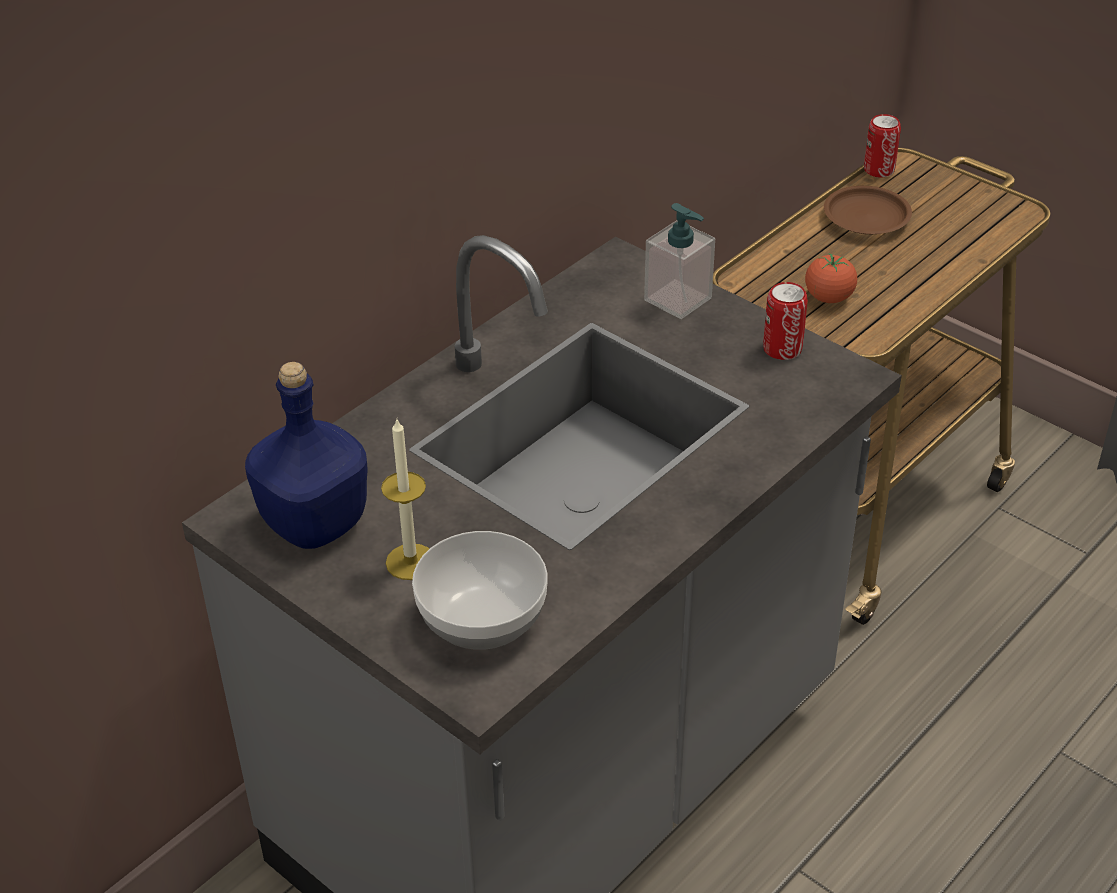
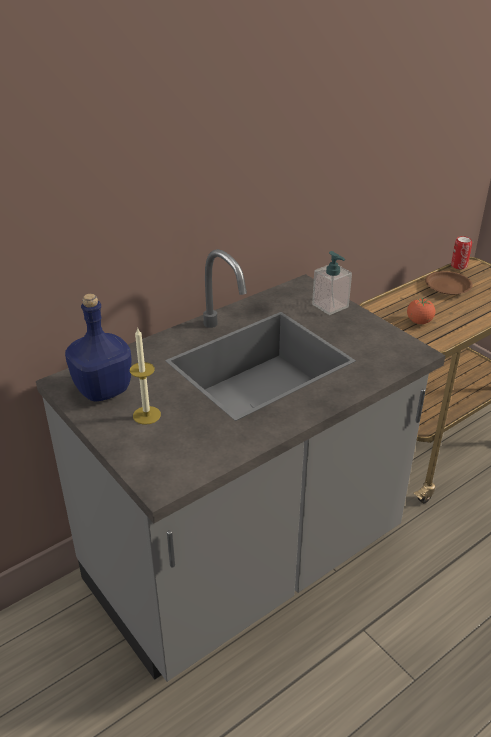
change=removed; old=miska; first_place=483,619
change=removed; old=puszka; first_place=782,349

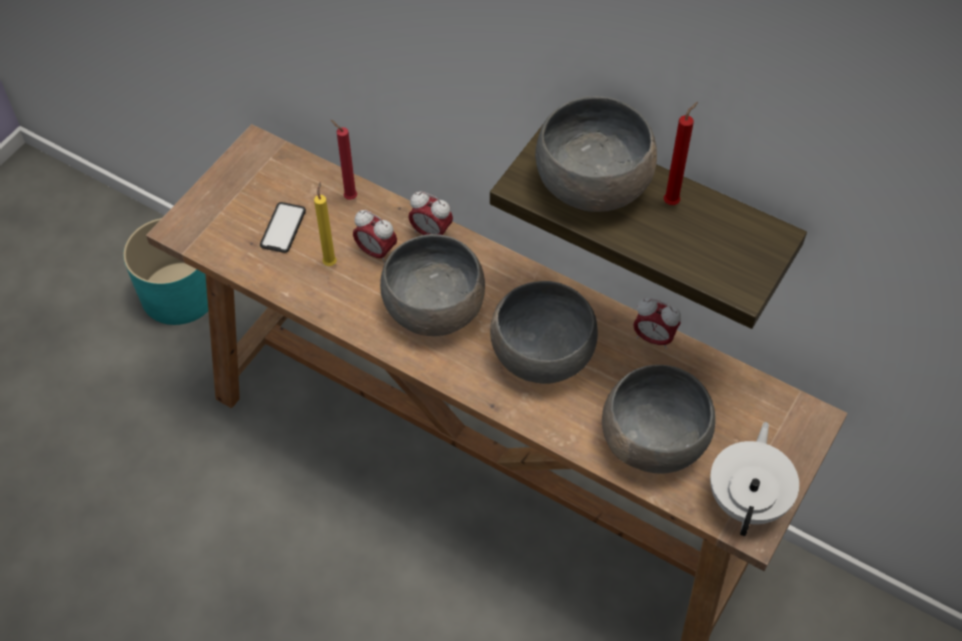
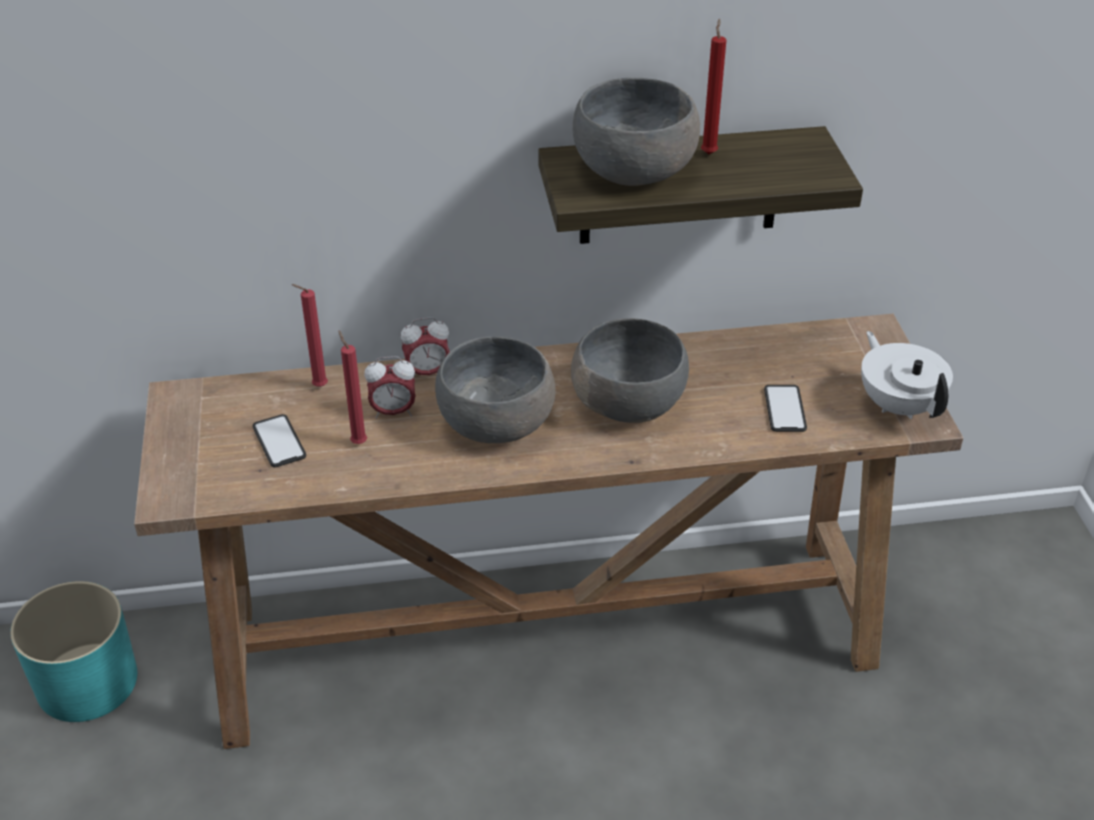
change=recoloured; old=świeca (żółty); new=świeca (czerwony); first_place=330,262; second_place=358,442
change=replaced; old=miska (szary); new=telefon; first_place=653,440; second_place=785,409
change=removed; old=budzik; first_place=653,338

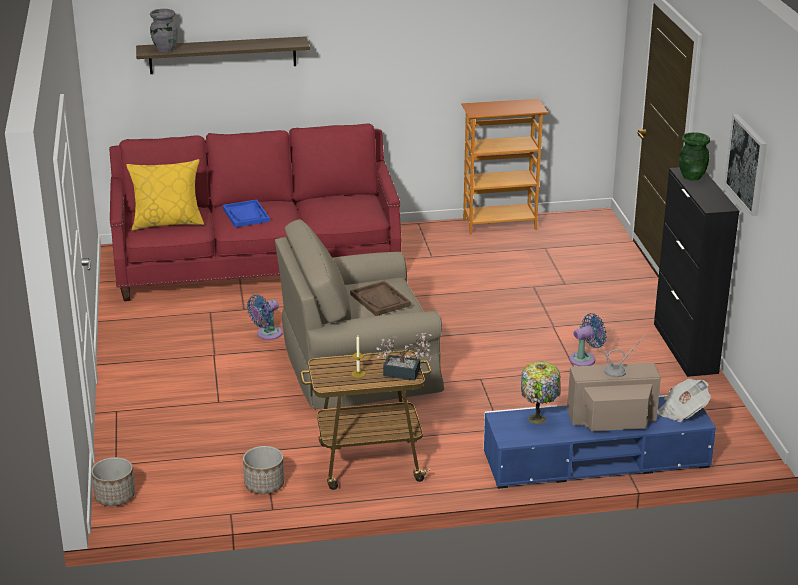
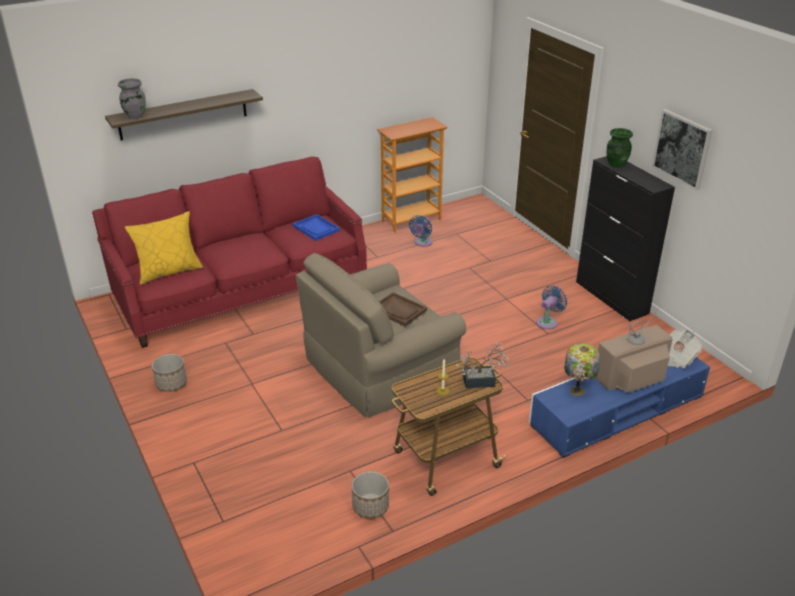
change=moved; old=donica; first_place=114,496; second_place=171,384
change=moved; old=taca (niebieski); first_place=246,215; second_place=316,228
change=moved; old=wentylator (niebieski); first_place=267,334; second_place=422,243

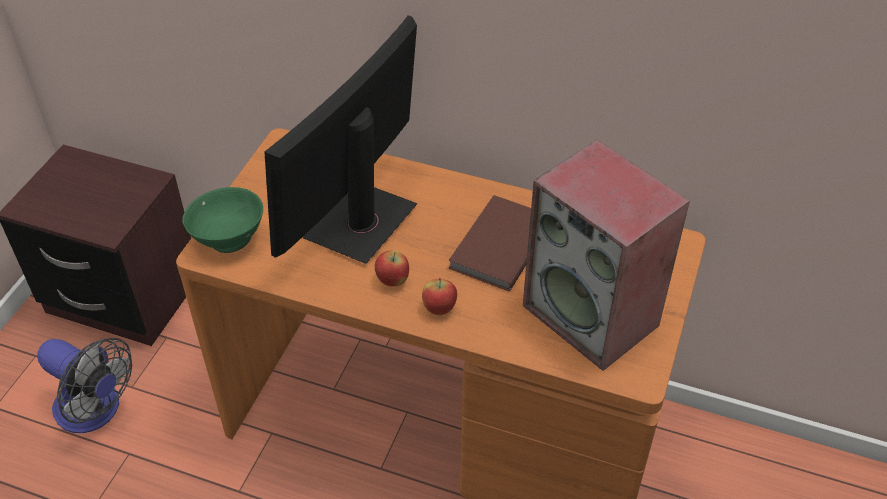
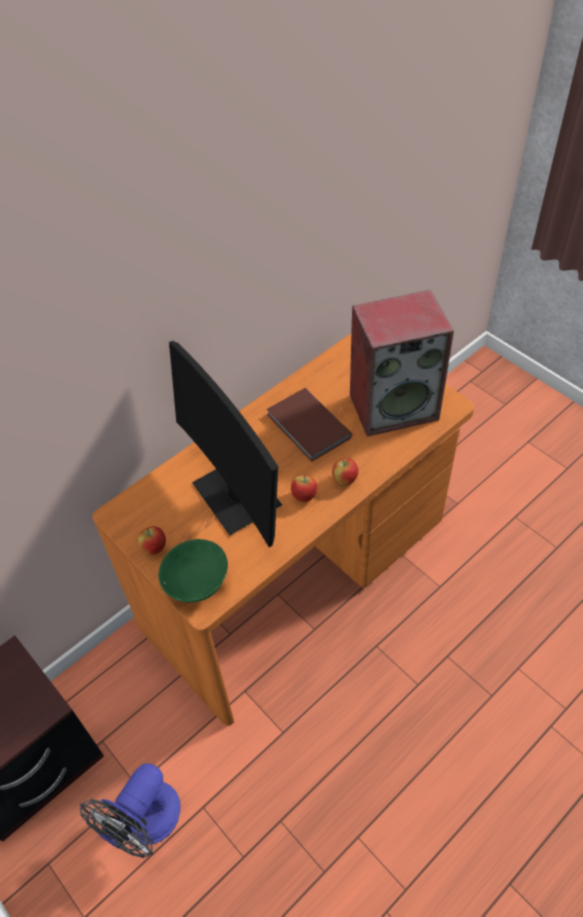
change=turned; old=wentylator; first_place=95,411; second_place=144,823; degrees=150
change=added; new=jabłko; second_place=154,548

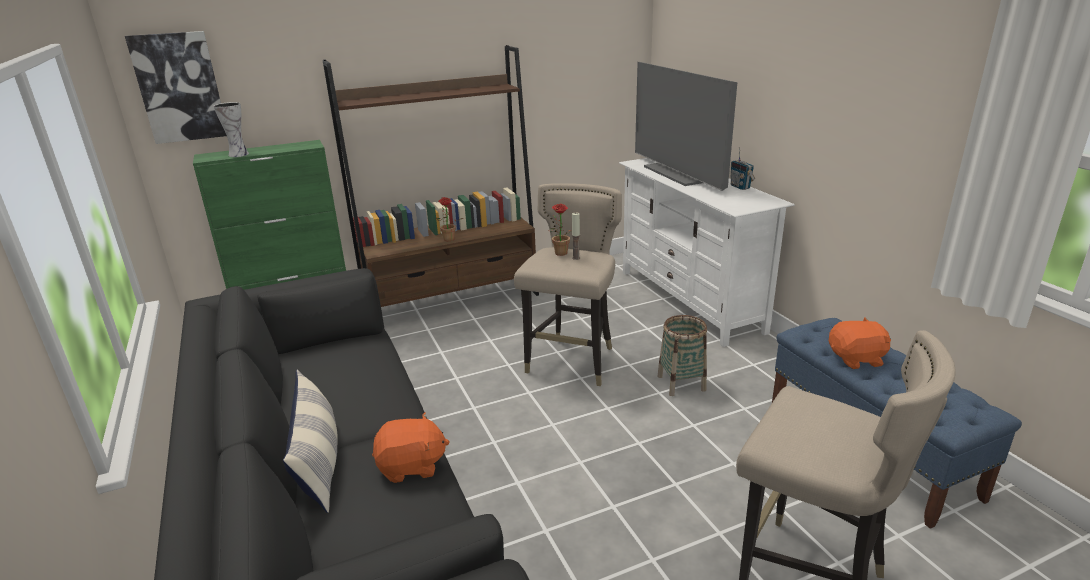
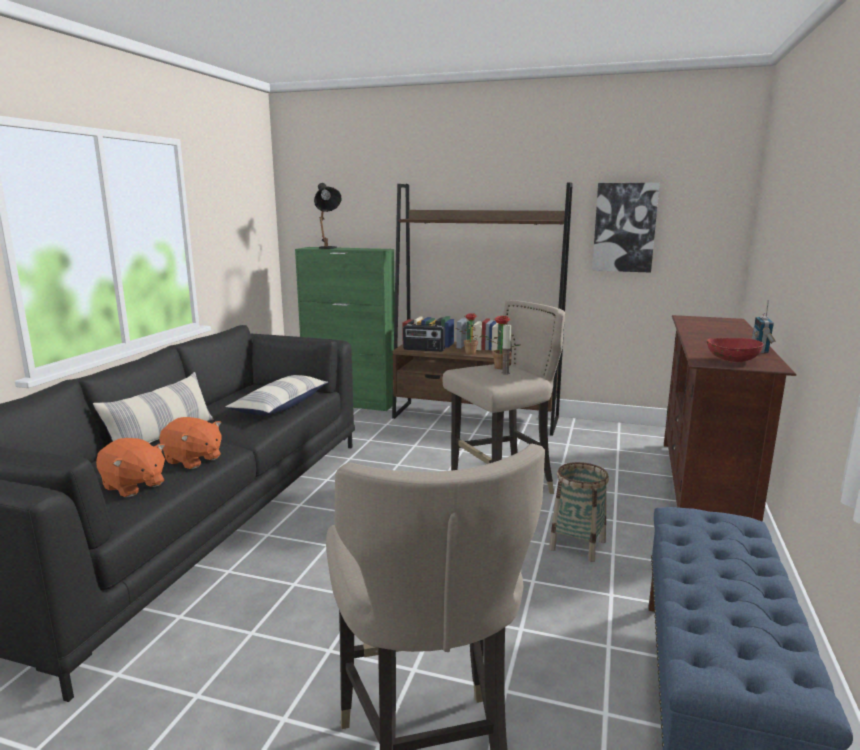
change=moved; old=pluszak (pomarańczowy); first_place=856,359; second_place=133,486
change=added; new=poduszka; second_place=281,405
change=replaced; old=wazon; new=lampa stołowa (czarny); first_place=238,154; second_place=328,248
change=added; new=radio; second_place=423,350
change=moved; old=obraz; first_place=179,87; second_place=624,227
change=recoloured; old=szafka pod telewizor (biały); new=szafka pod telewizor (brązowy); first_place=690,300; second_place=703,488
change=added; new=miska (czerwony); second_place=732,361
change=removed; old=telewizor; first_place=680,173

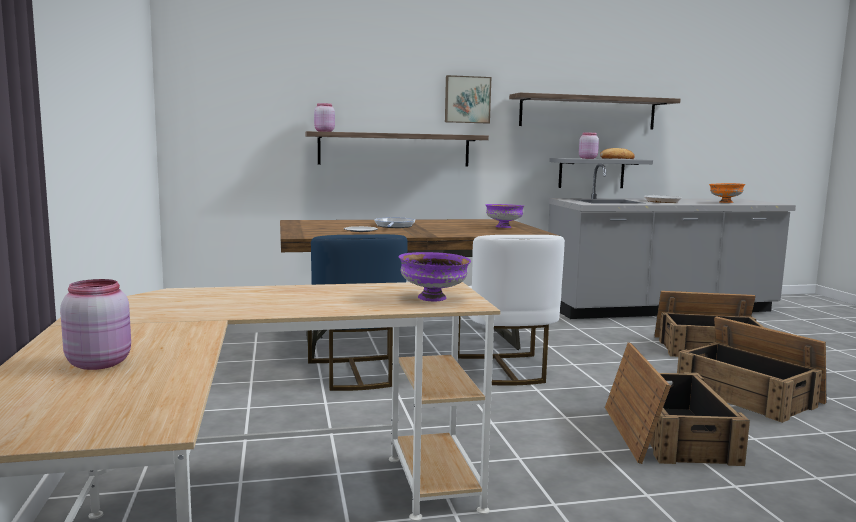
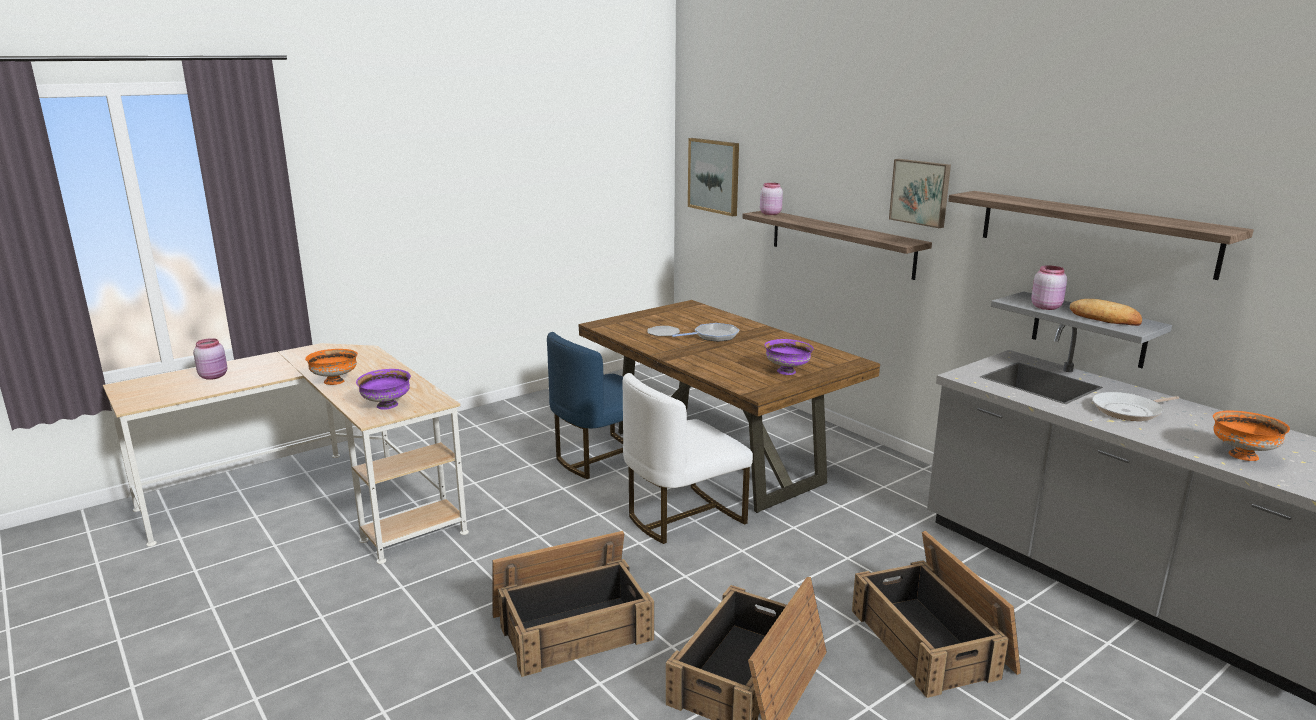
change=added; new=miska (pomarańczowy); second_place=334,381
change=added; new=obraz; second_place=714,176

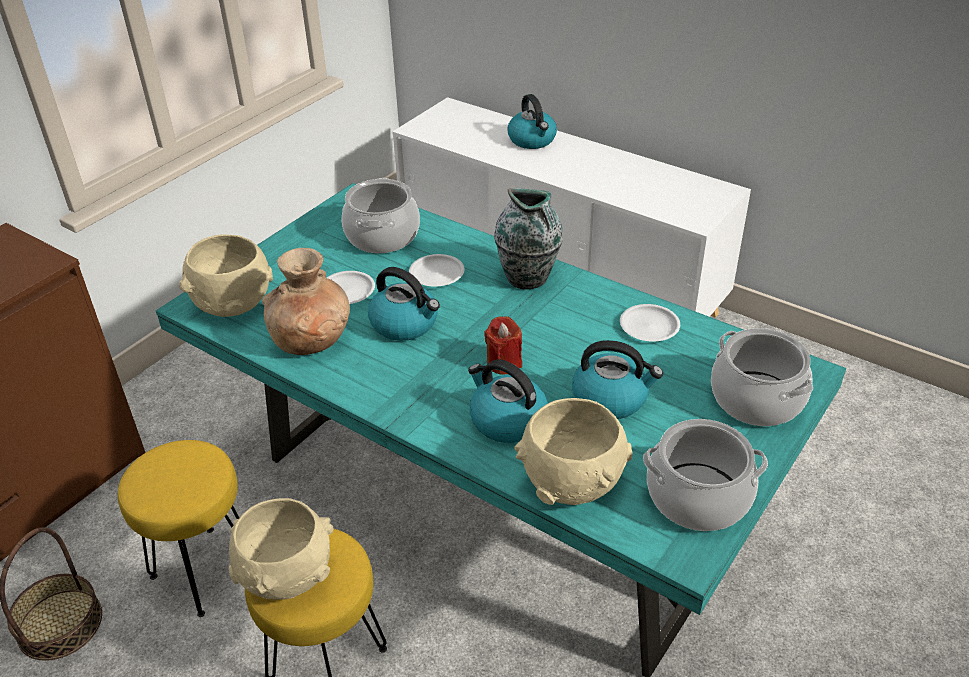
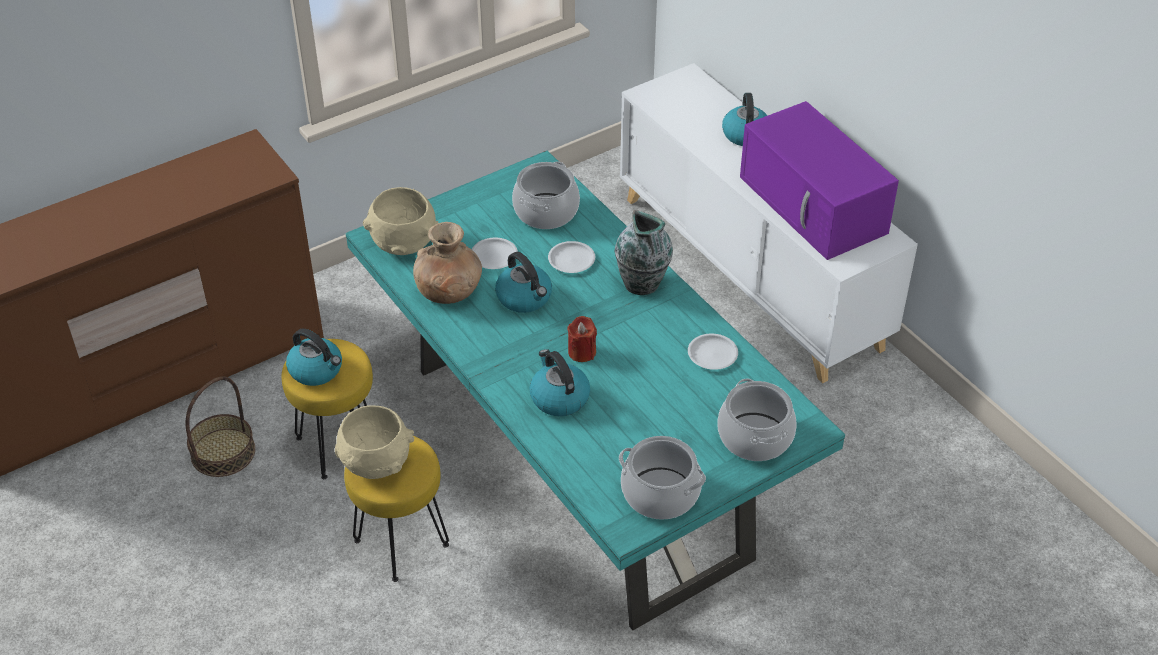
change=moved; old=czajnik; first_place=611,398; second_place=317,370
change=added; new=mikrofalówka (fioletowy); second_place=814,206
change=removed; old=miska (beżowy); first_place=573,483

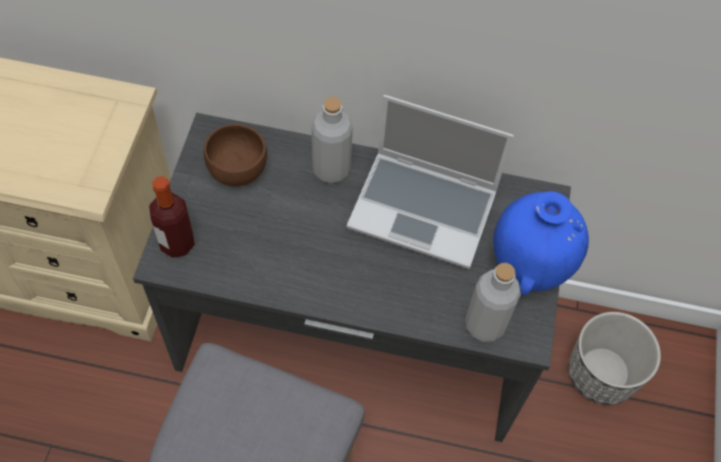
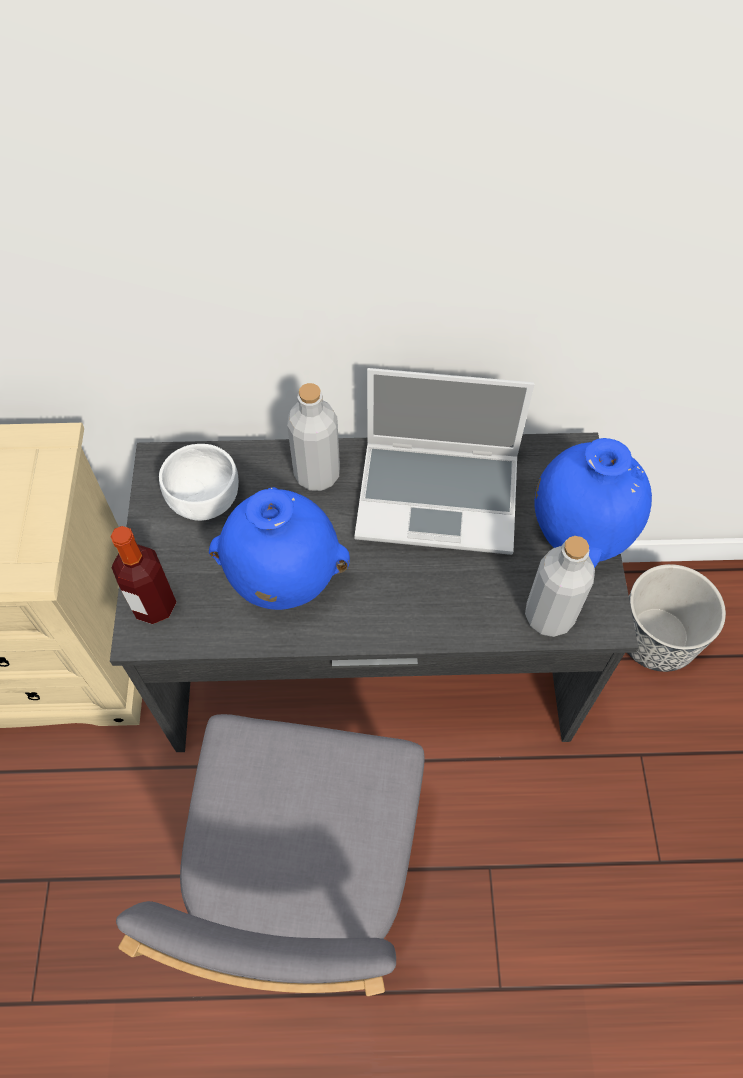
change=recoloured; old=miska (brązowy); new=miska (biały); first_place=237,168; second_place=204,497
change=added; new=wazon (niebieski); second_place=282,580

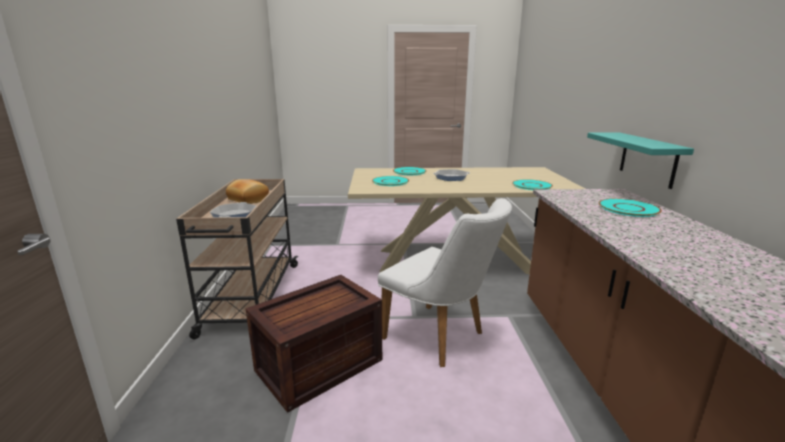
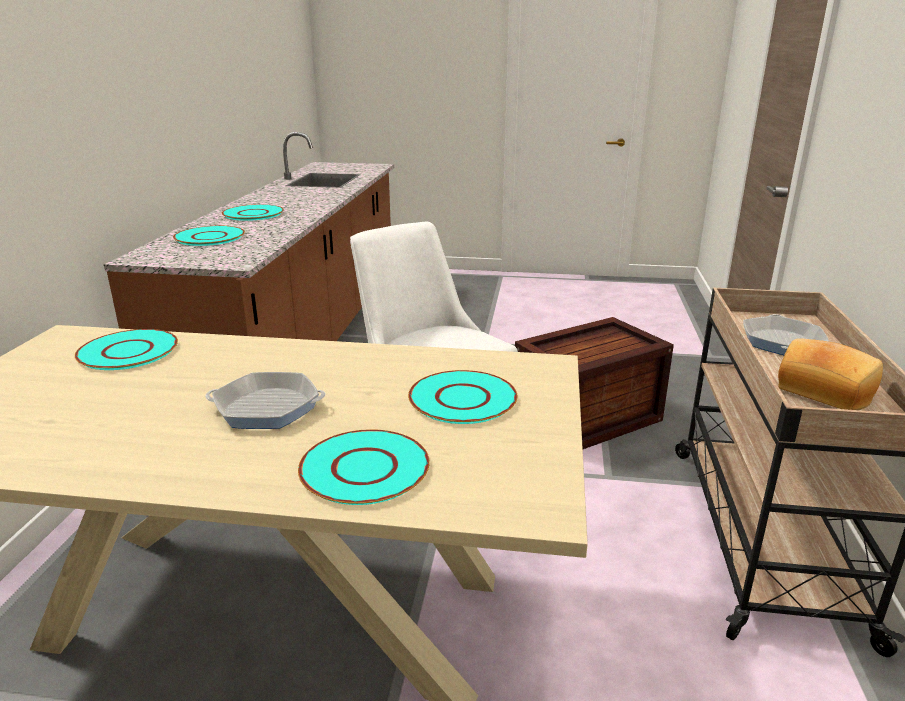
change=added; new=talerz (turkusowy); second_place=253,214
change=removed; old=półka (turkusowy); first_place=648,159

